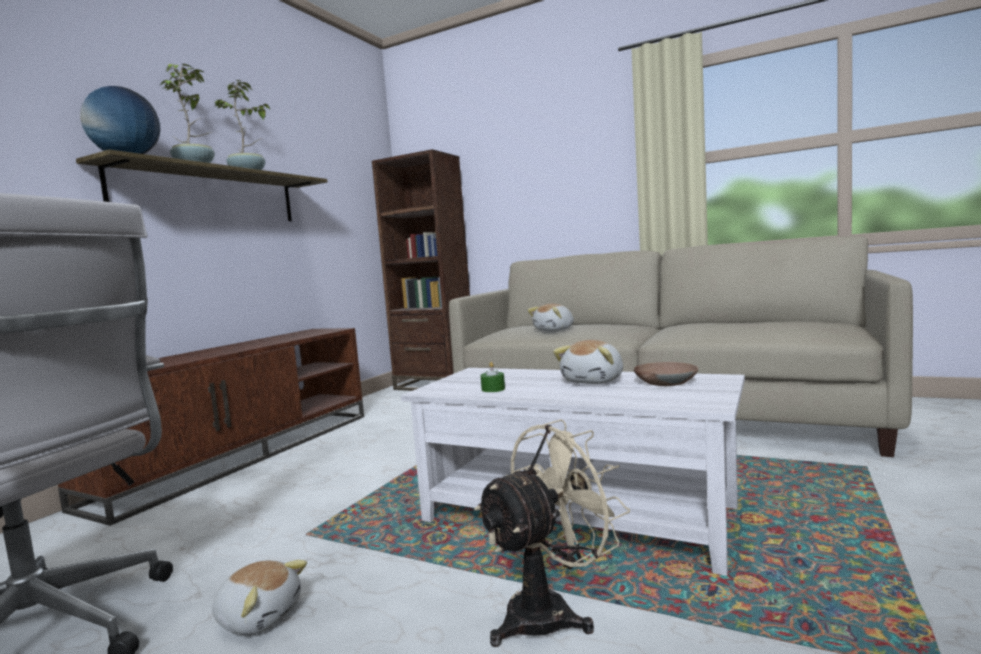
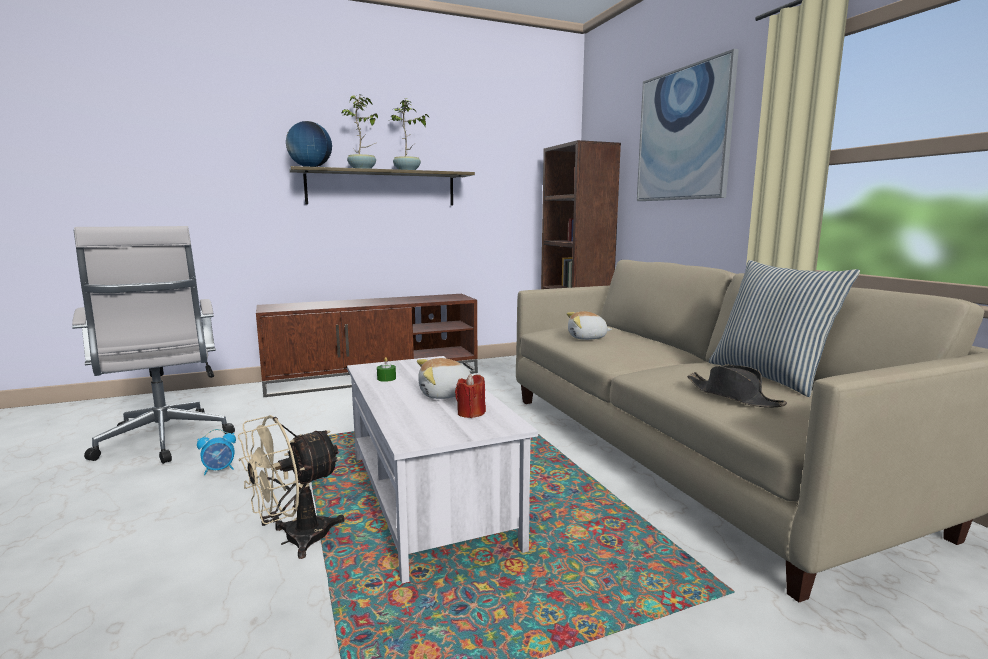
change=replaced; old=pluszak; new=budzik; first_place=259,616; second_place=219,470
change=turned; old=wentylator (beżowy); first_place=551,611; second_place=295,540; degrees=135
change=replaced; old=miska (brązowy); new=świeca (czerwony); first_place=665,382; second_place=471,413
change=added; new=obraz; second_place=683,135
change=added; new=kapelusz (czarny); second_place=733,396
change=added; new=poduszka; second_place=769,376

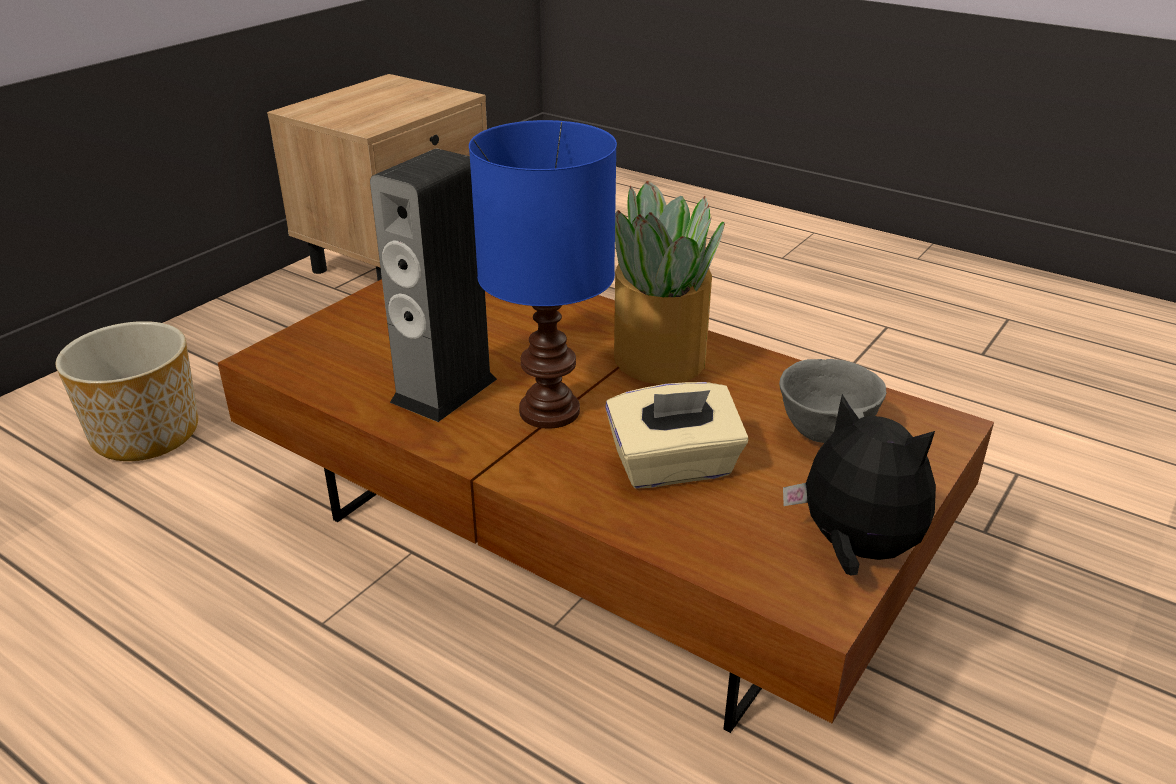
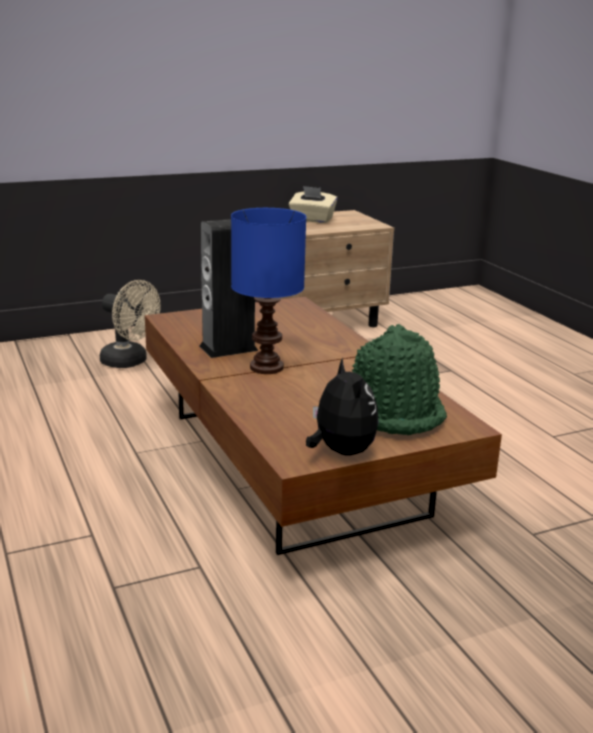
change=replaced; old=donica; new=wentylator (beżowy); first_place=145,434; second_place=129,362
change=moved; old=pudełko chusteczek (beżowy); first_place=674,467; second_place=312,220
change=replaced; old=miska (szary); new=kapelusz (zielony); first_place=828,435; second_place=394,412
change=removed; old=roślina doniczkowa; first_place=659,359

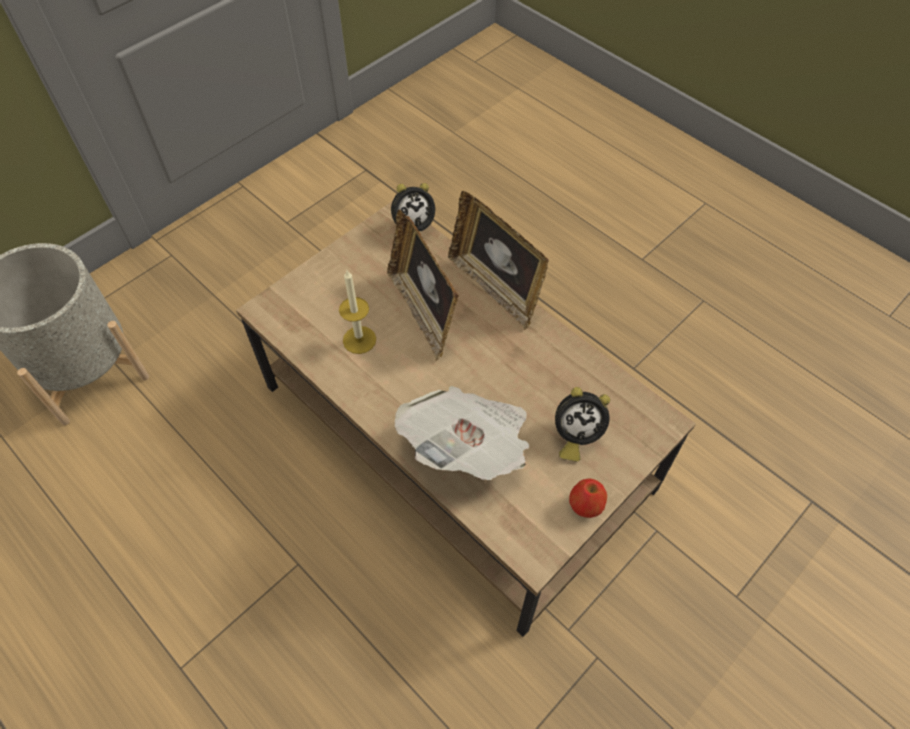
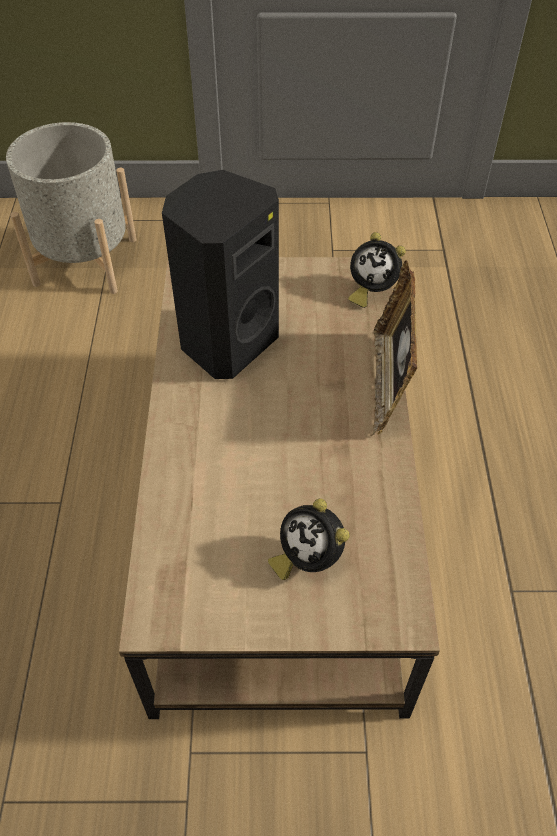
change=replaced; old=świeca; new=głośnik (czarny); first_place=359,340; second_place=226,342
change=removed; old=ramka na zdjęcie; first_place=423,312
change=removed; old=gazeta; first_place=469,446
change=removed; old=jabłko; first_place=585,506

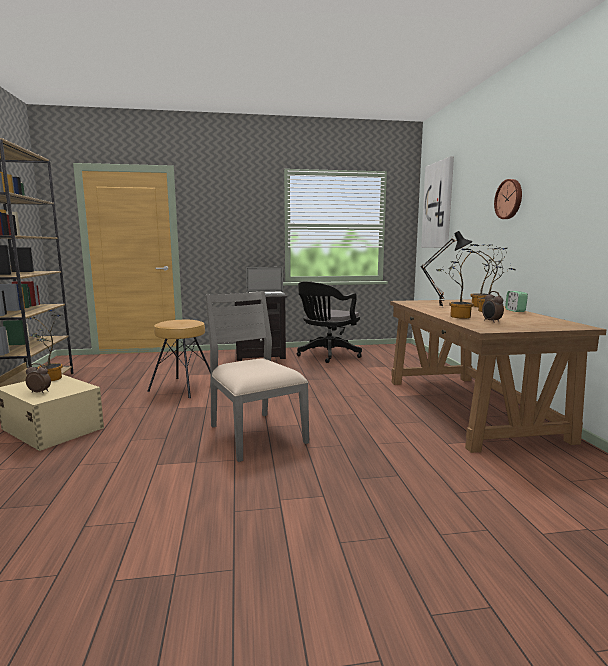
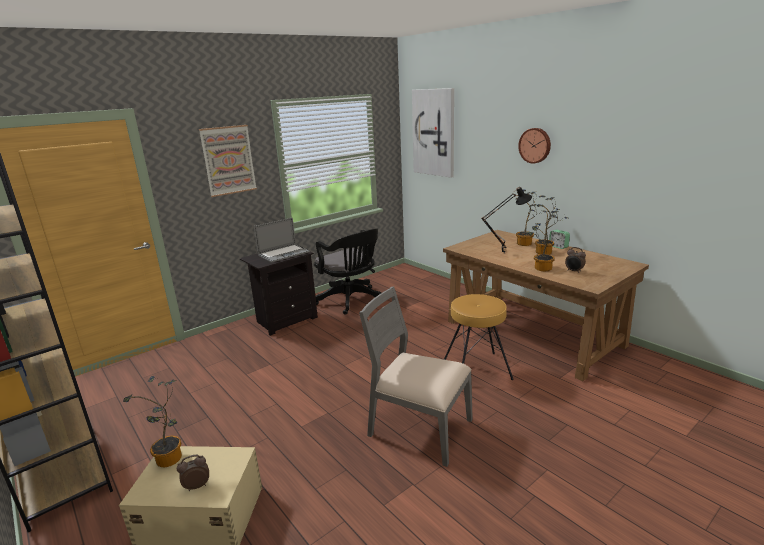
change=added; new=obraz; second_place=228,160
change=turned; old=krzesło biurowe (czarny); first_place=327,355; second_place=351,300; degrees=-45
change=moved; old=stołek (brązowy); first_place=183,387; second_place=476,369

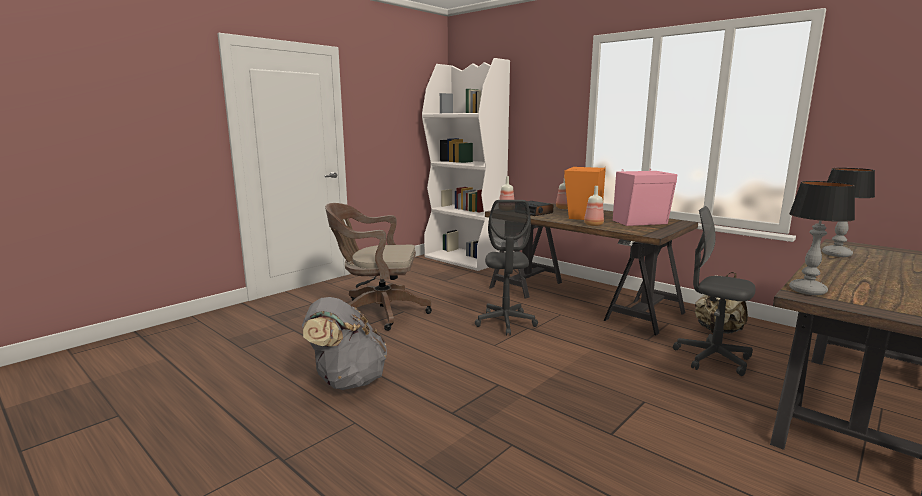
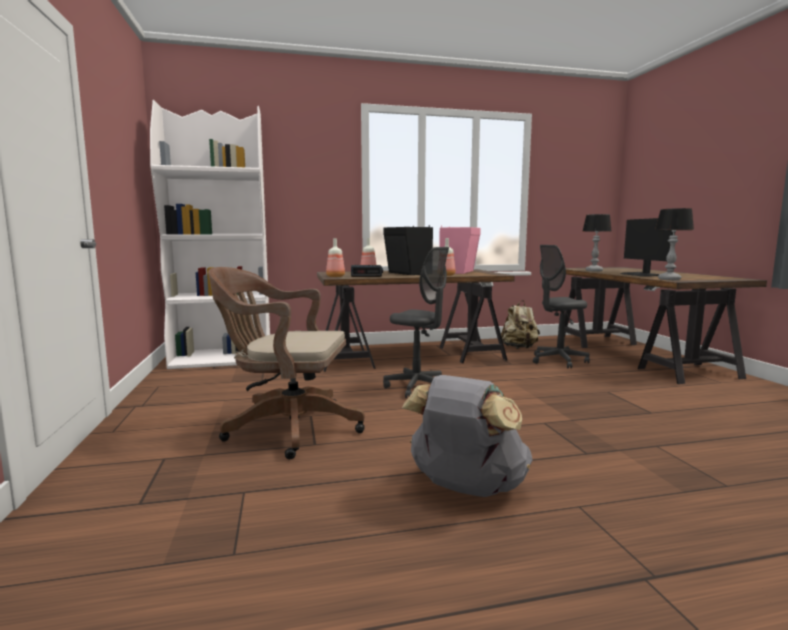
change=turned; old=krzesło biurowe (brązowy); first_place=378,312; second_place=286,428; degrees=60
change=recoloured; old=głośnik (pomarańczowy); new=głośnik (czarny); first_place=583,216; second_place=408,273
change=added; new=monitor; second_place=641,274

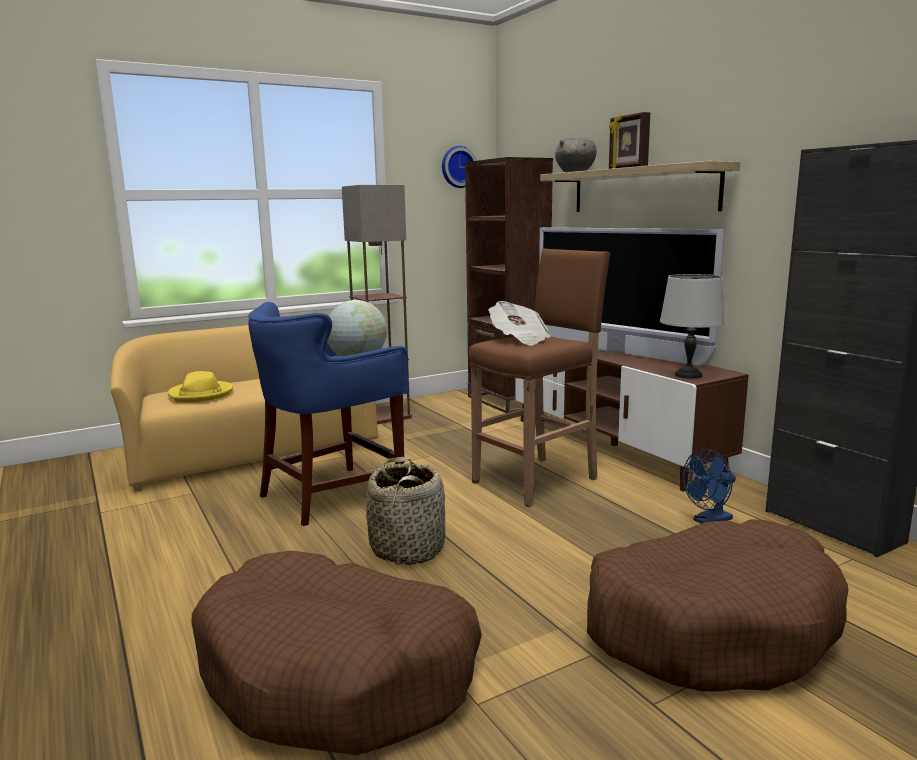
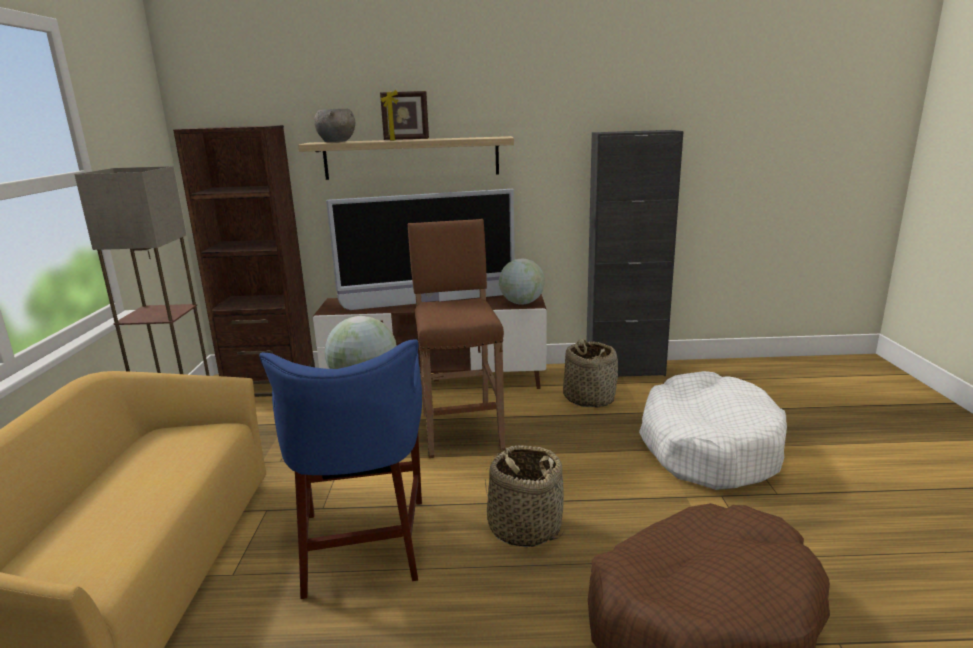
change=replaced; old=lampa stołowa (szary); new=globus; first_place=688,375; second_place=522,303
change=replaced; old=wentylator (niebieski); new=koszyk; first_place=708,521; second_place=589,398
change=recoloured; old=legowisko (brązowy); new=legowisko (biały); first_place=710,626; second_place=708,447
change=removed; old=kapelusz (żółty); first_place=201,394
change=removed; old=zegar ścienny; first_place=457,167
change=removed; old=gazeta; first_place=519,340

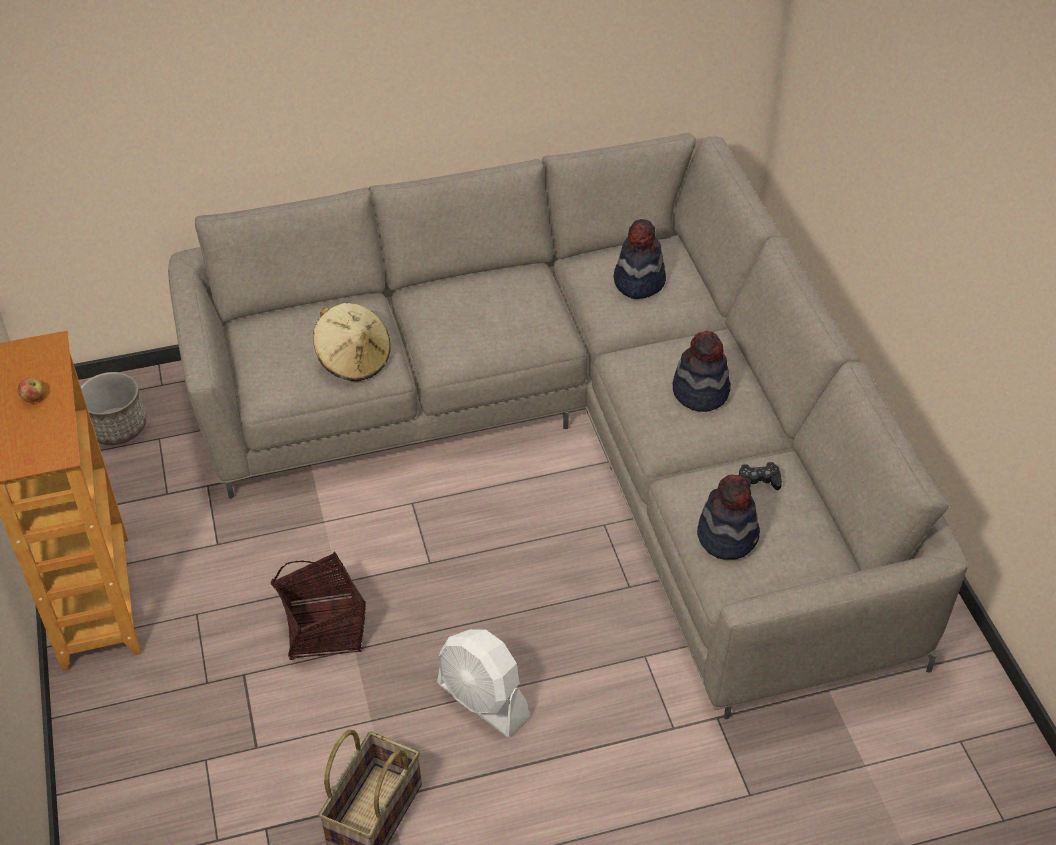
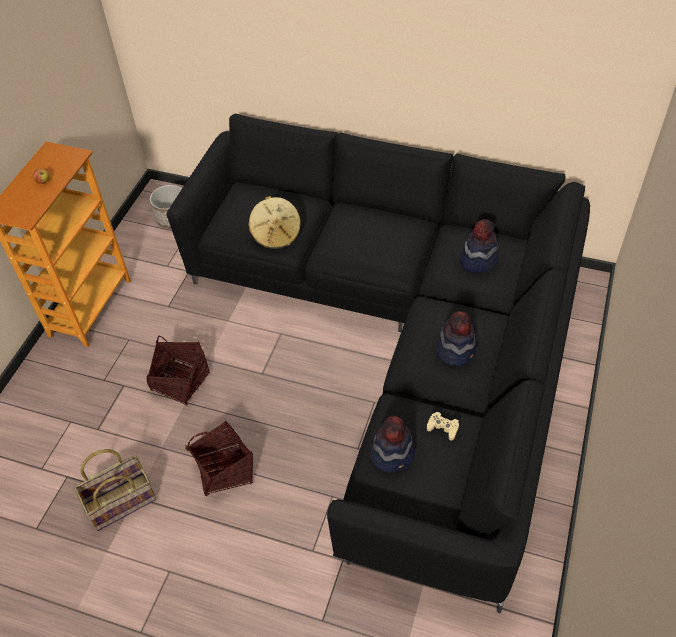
change=recoloured; old=kanapa (beżowy); new=kanapa (czarny); first_place=580,440; second_place=402,343
change=replaced; old=wentylator (biały); new=koszyk; first_place=483,701; second_place=225,470
change=recoloured; old=pad do gier (czarny); new=pad do gier (beżowy); first_place=758,481; second_place=443,428

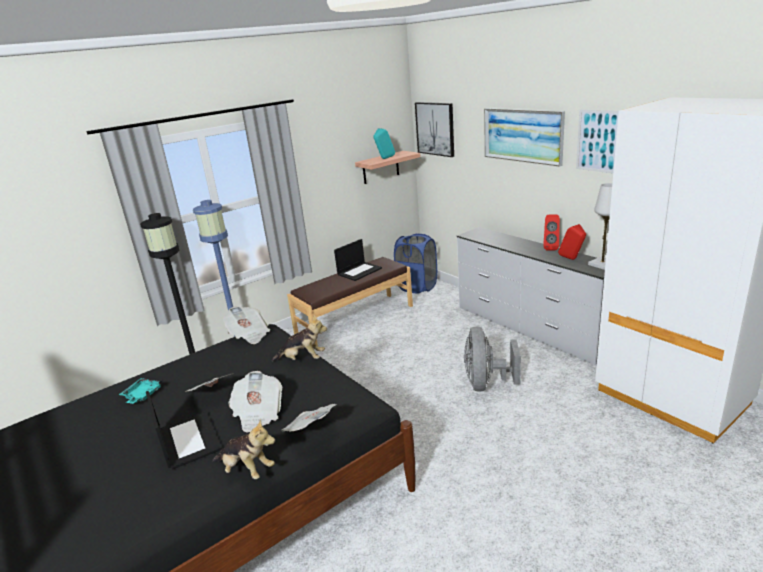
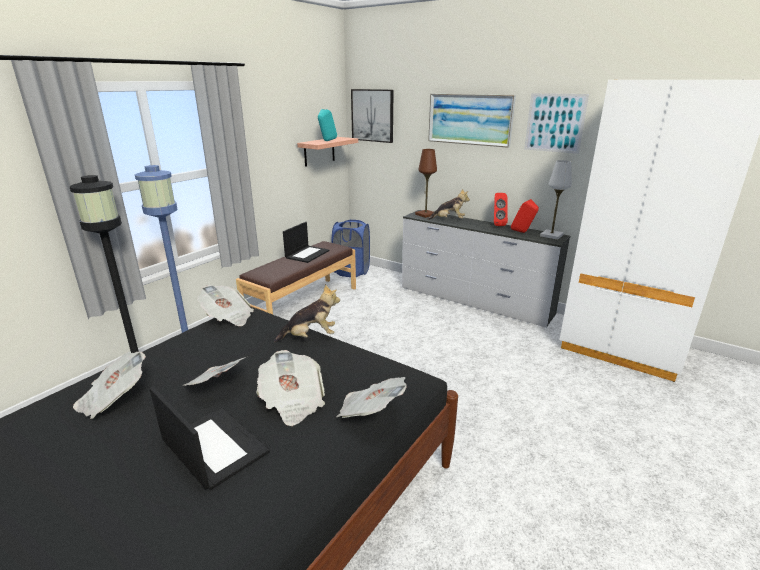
change=replaced; old=taca (turkusowy); new=gazeta; first_place=142,395; second_place=114,399
change=added; new=lampa stołowa (brązowy); second_place=425,214
change=moved; old=pluszak; first_place=247,470; second_place=449,220
change=removed; old=wentylator (szary); first_place=486,384

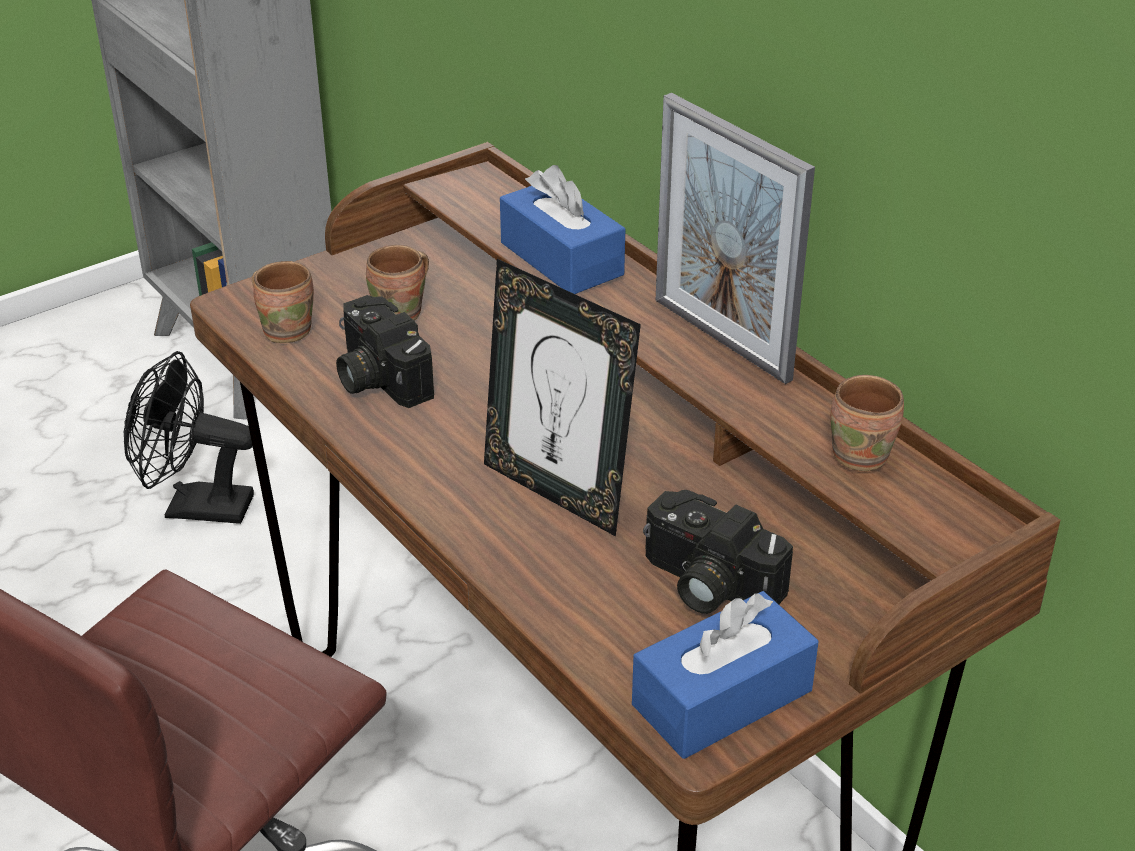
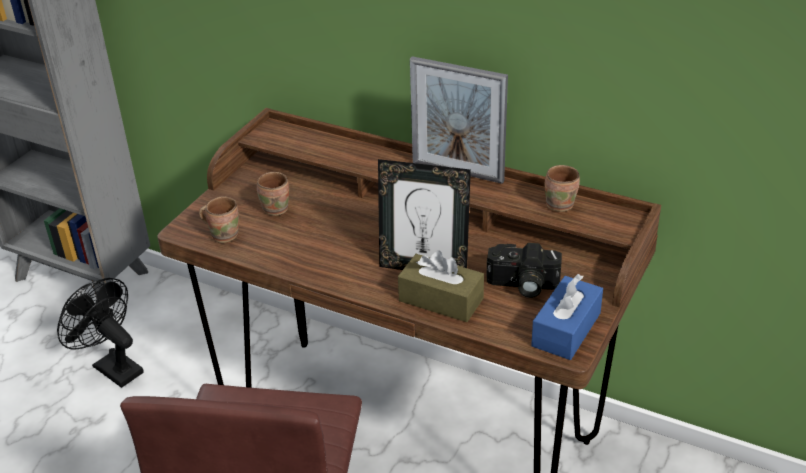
change=turned; old=wentylator (czarny); first_place=195,507; second_place=112,367; degrees=60
change=added; new=pudełko chusteczek (brązowy); second_place=441,300
change=removed; old=aparat fotograficzny; first_place=376,377
change=removed; old=pudełko chusteczek (niebieski); first_place=561,259

